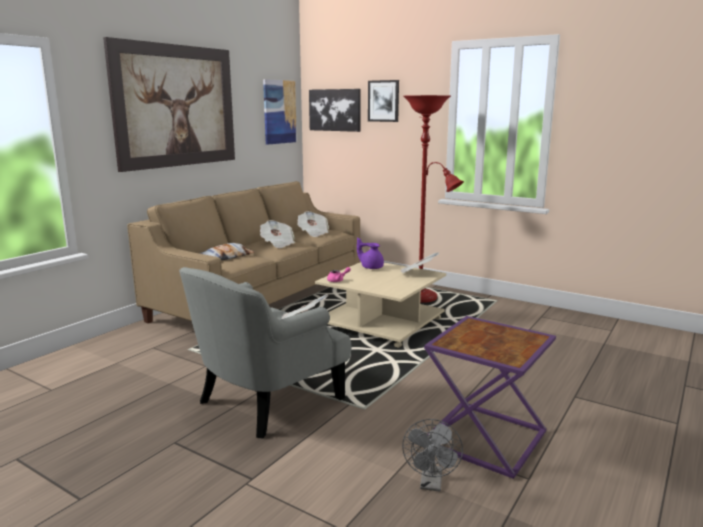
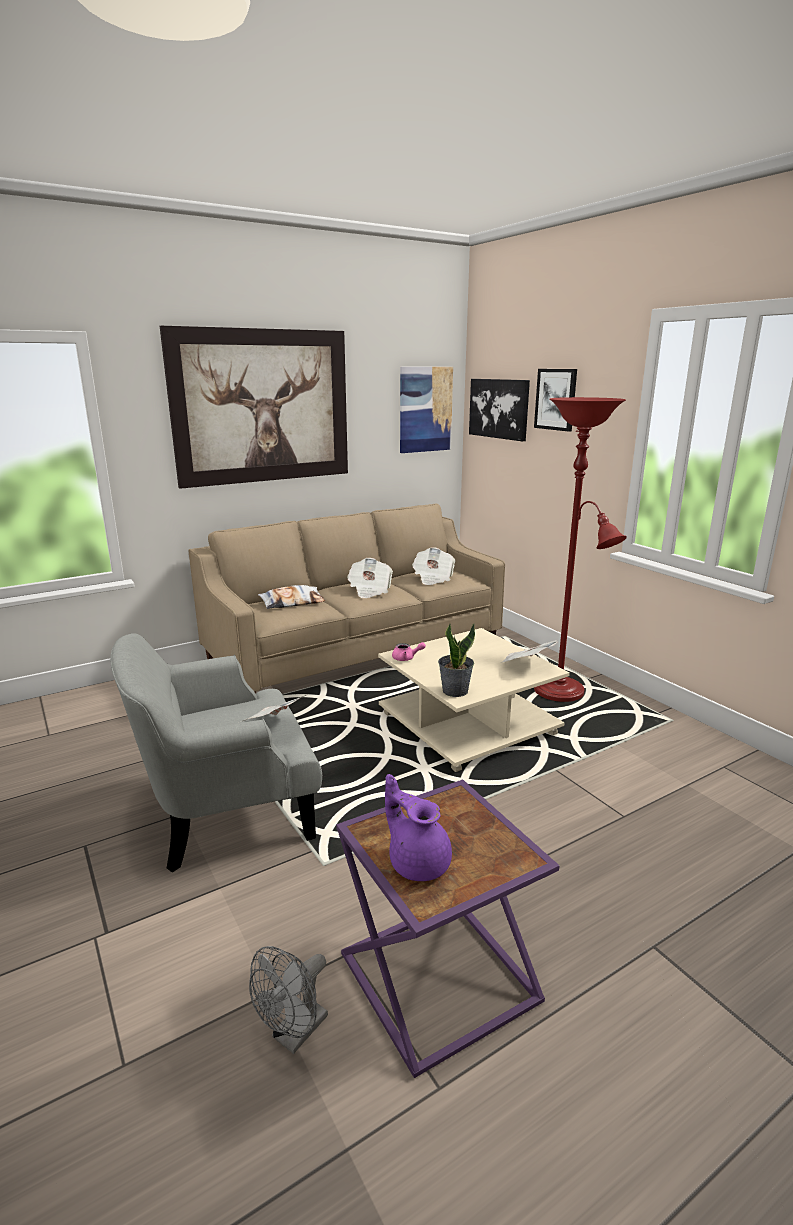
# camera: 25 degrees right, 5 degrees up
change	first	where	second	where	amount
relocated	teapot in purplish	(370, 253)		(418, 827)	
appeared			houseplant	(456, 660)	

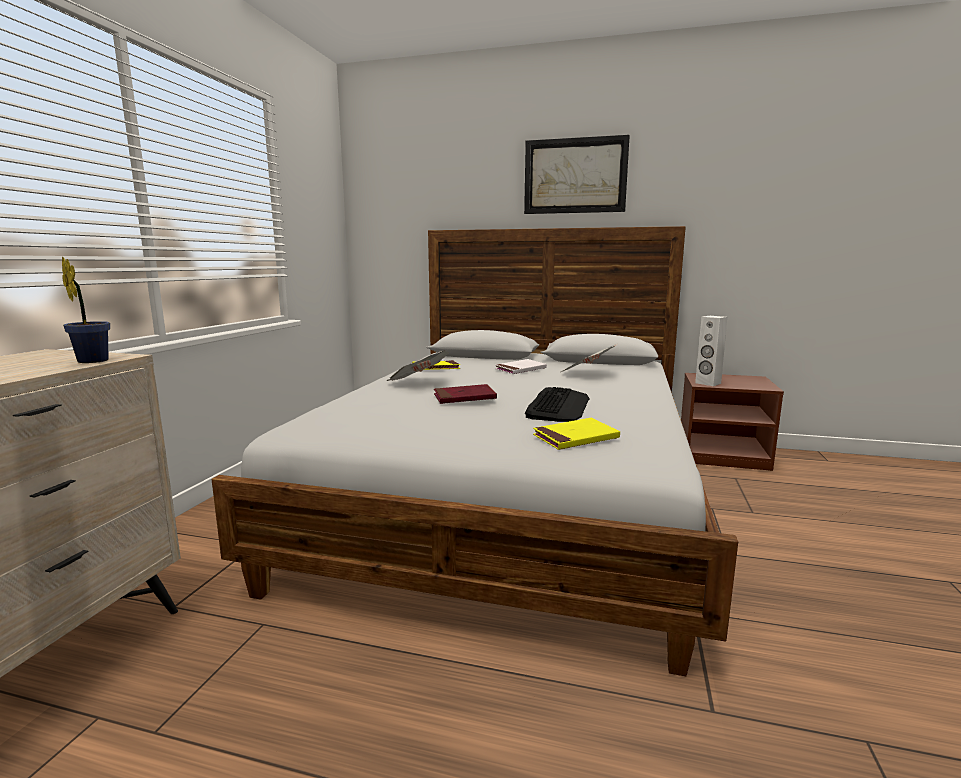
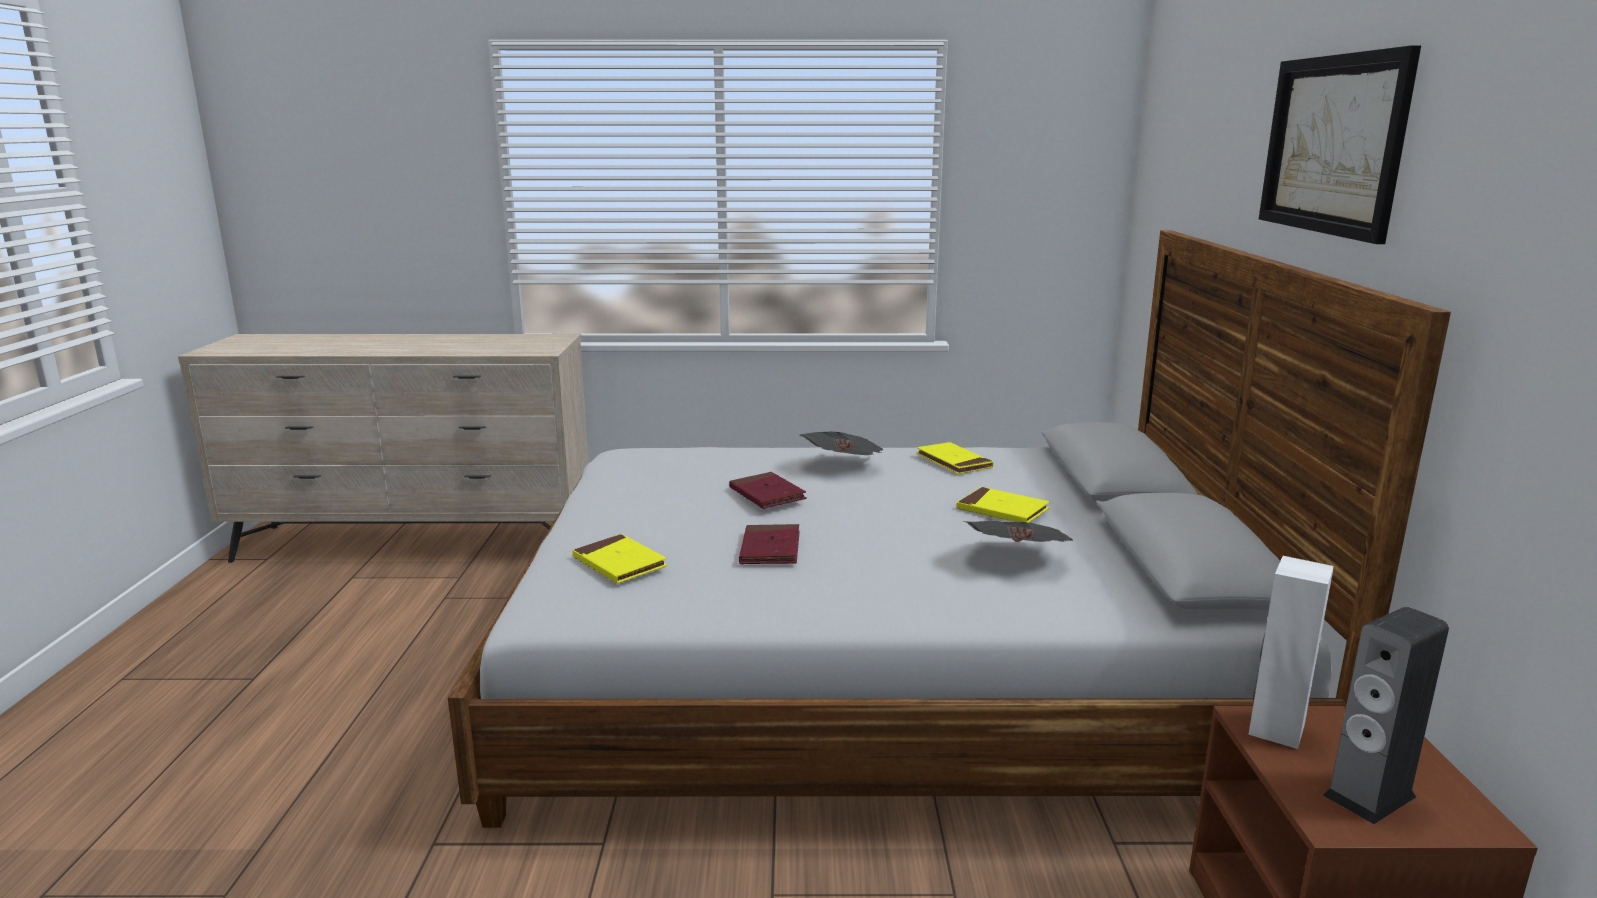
# camera: 75 degrees right, 5 degrees up
change	first	where	second	where	amount
missing	houseplant	(86, 309)			
colour	book in whitish	(521, 366)	book in yellow-coloured	(1003, 505)	
exchanged	PC keyboard	(557, 404)	book in red	(769, 544)	
appeared			audio speaker	(1386, 715)	

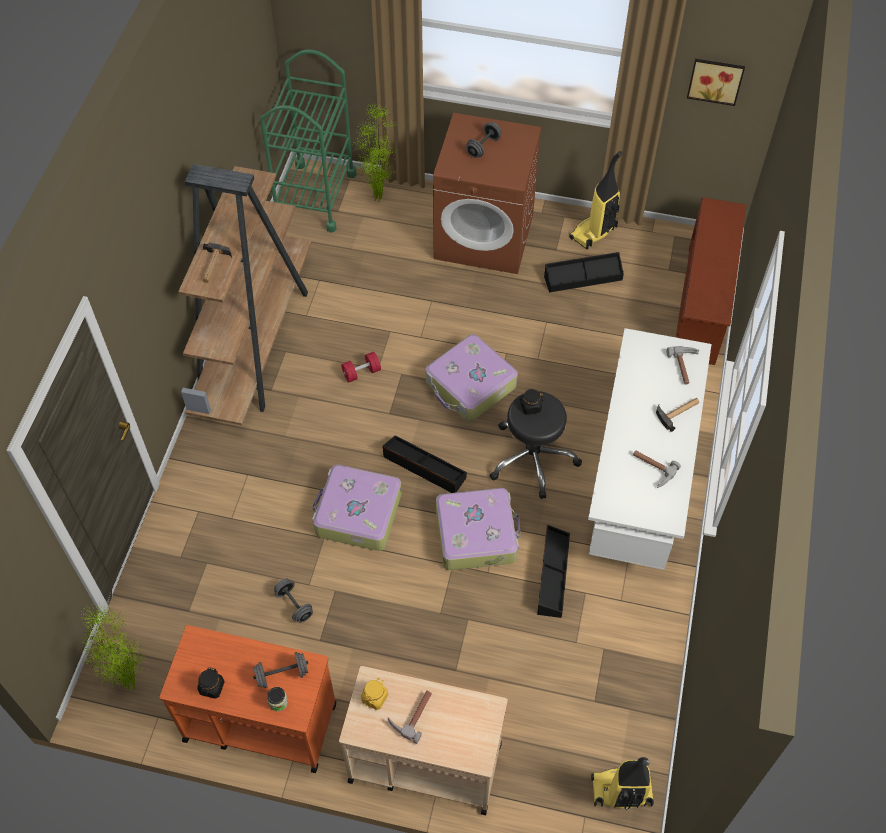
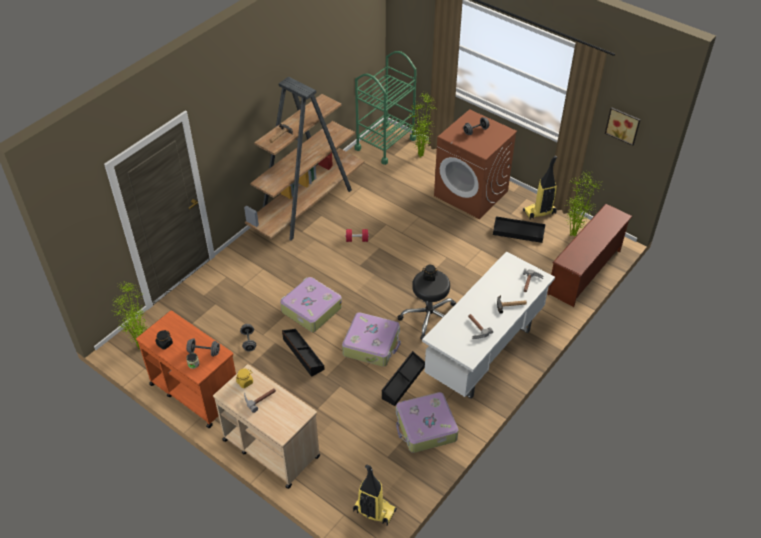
# camera: 25 degrees right, 10 degrees down
change	first	where	second	where	amount
relocated	piece of luggage	(472, 377)		(427, 422)	
relocated	storage container in black-coloured	(424, 464)		(303, 353)	
appeared			houseplant	(582, 203)	

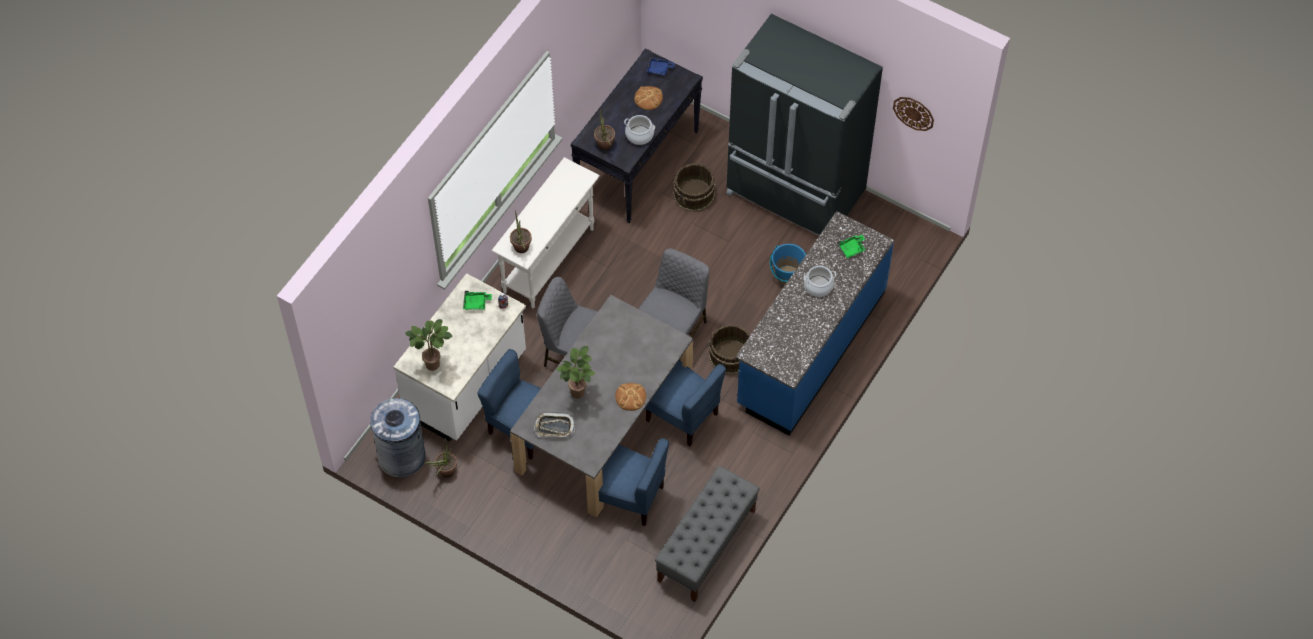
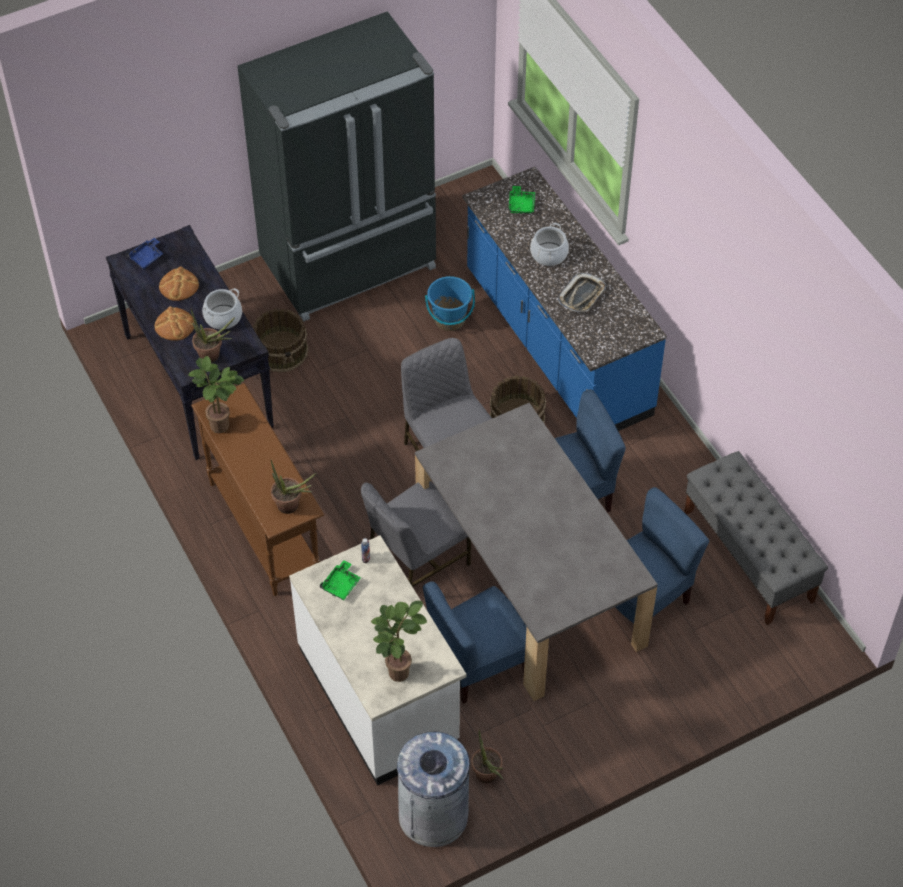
# camera: 60 degrees left, 5 degrees down
change	first	where	second	where	amount
missing	clock on the wall	(913, 114)			
colour	narrow table in whitish	(545, 232)	narrow table in brown	(257, 489)	
relocated	houseplant	(575, 372)		(216, 394)	
relocated	baked bread	(630, 397)		(175, 323)	
relocated	tray	(555, 425)		(582, 292)	

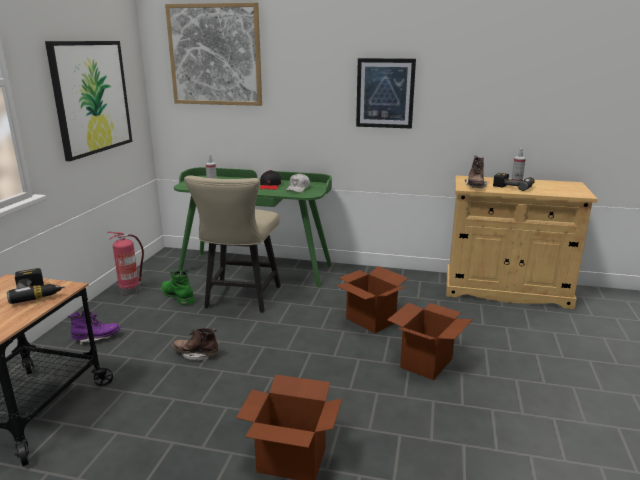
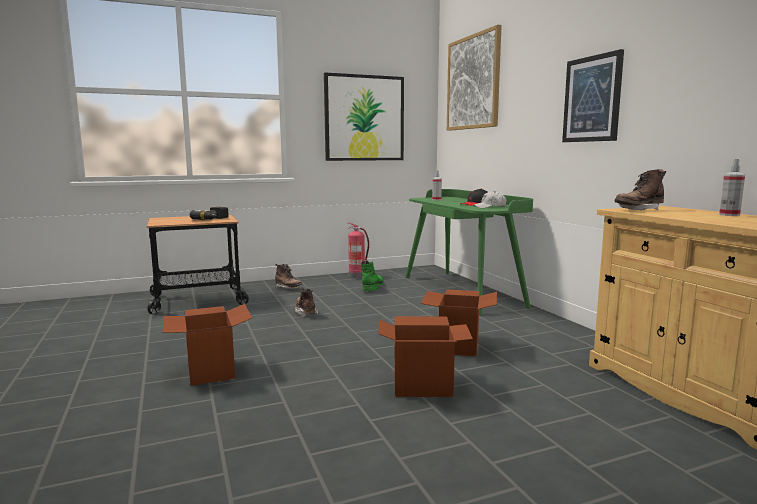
# camera: 55 degrees right, 10 degrees down
change	first	where	second	where	amount
missing	power drill	(514, 182)			
missing	upright chair in sand-coloured	(232, 244)			
colour	high-top boot in purplish	(94, 327)	high-top boot in brown	(289, 276)	

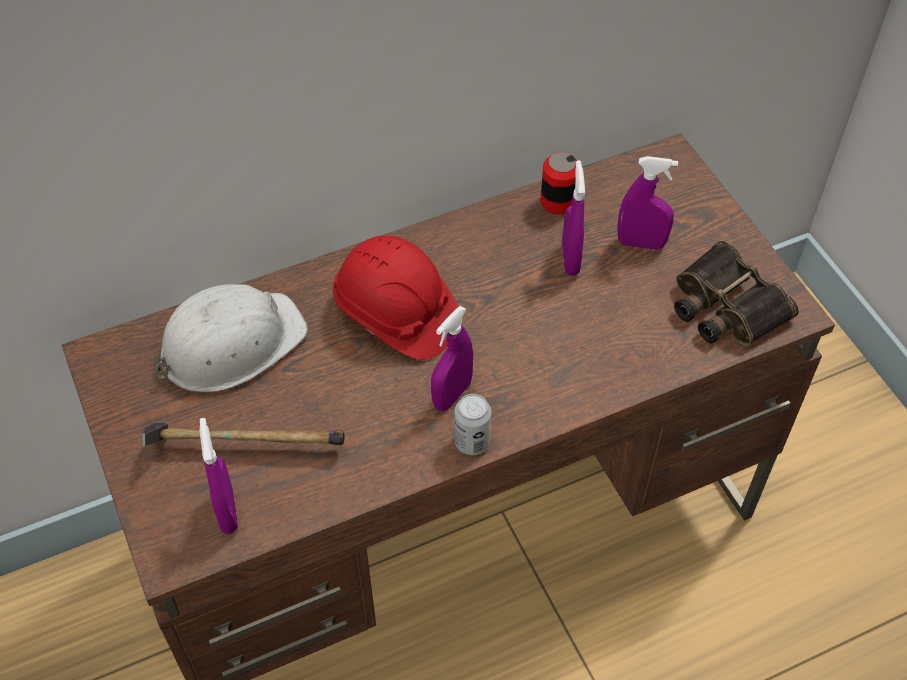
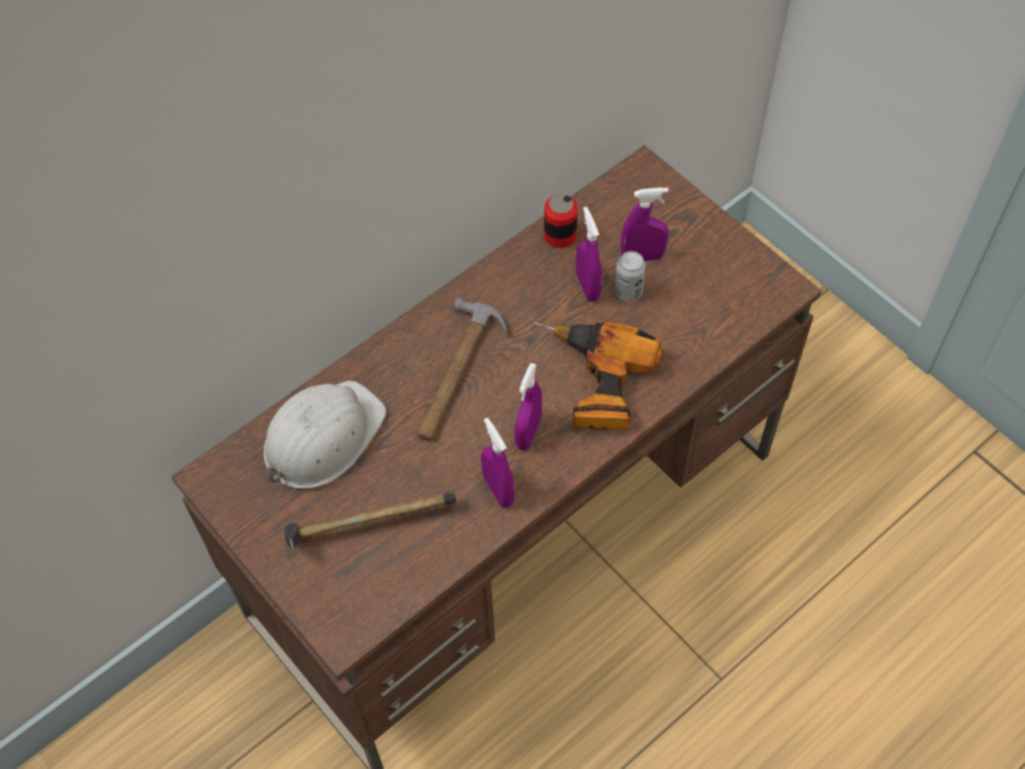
# camera: 15 degrees left, 5 degrees up
change	first	where	second	where	amount
exchanged	hard hat in red	(395, 297)	tool hammer	(461, 369)	
missing	field glasses	(736, 293)			
relocated	sealed can	(472, 424)		(630, 276)	
relocated	hand sprayer in purplish	(219, 476)		(498, 462)	
appeared			power drill	(598, 376)	

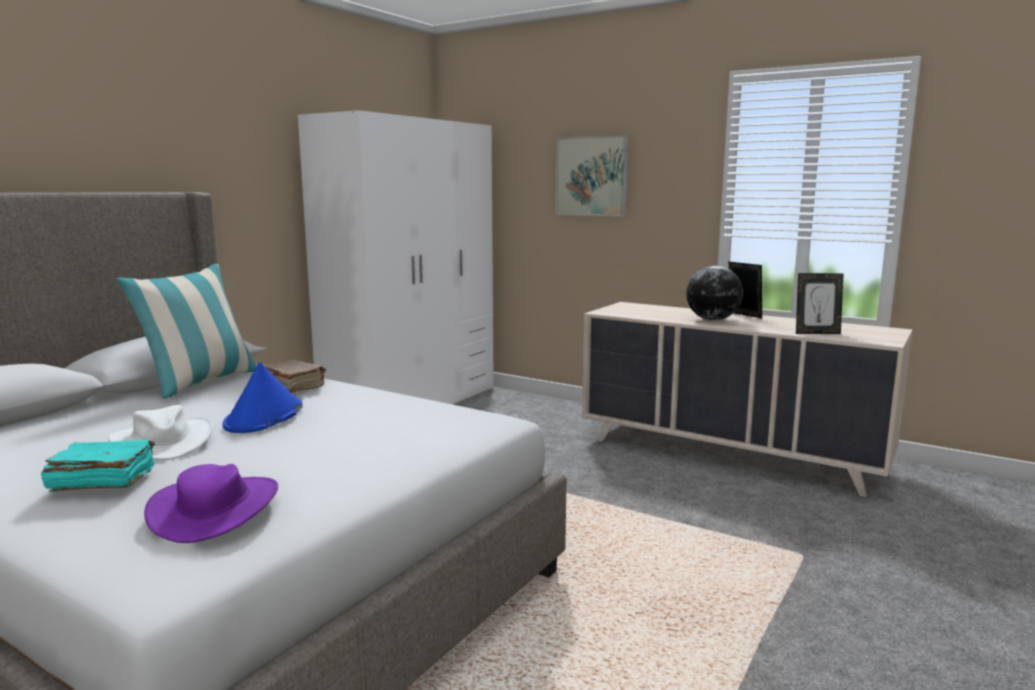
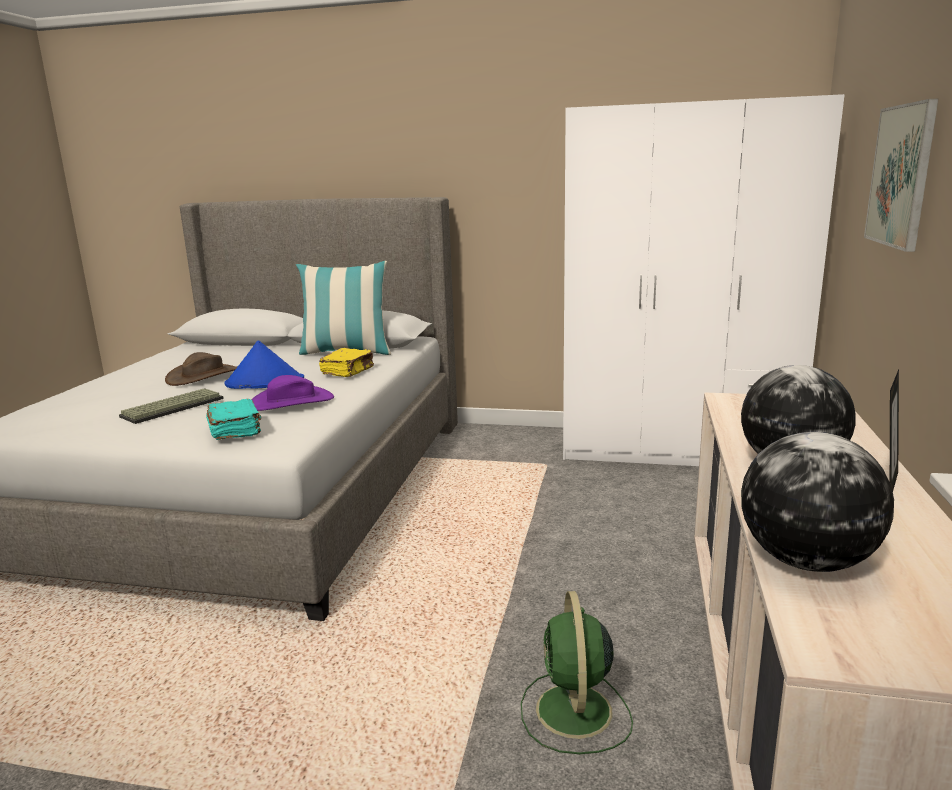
# camera: 70 degrees right, 5 degrees up
change	first	where	second	where	amount
exchanged	picture frame	(820, 303)	world globe	(817, 502)	
colour	book in brown	(295, 376)	book in yellow-coloured	(346, 362)	
colour	hat in whitish	(160, 432)	hat in brown	(201, 369)	
relocated	book in blue-green	(98, 466)		(233, 419)	
relocated	hat in purplish	(211, 503)		(292, 393)	
appeared			PC keyboard	(171, 406)	
appeared			cooling fan in green	(577, 672)	

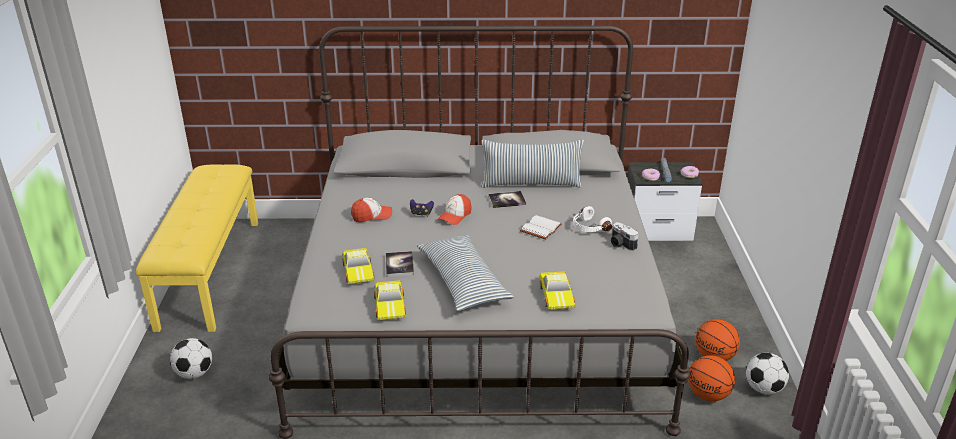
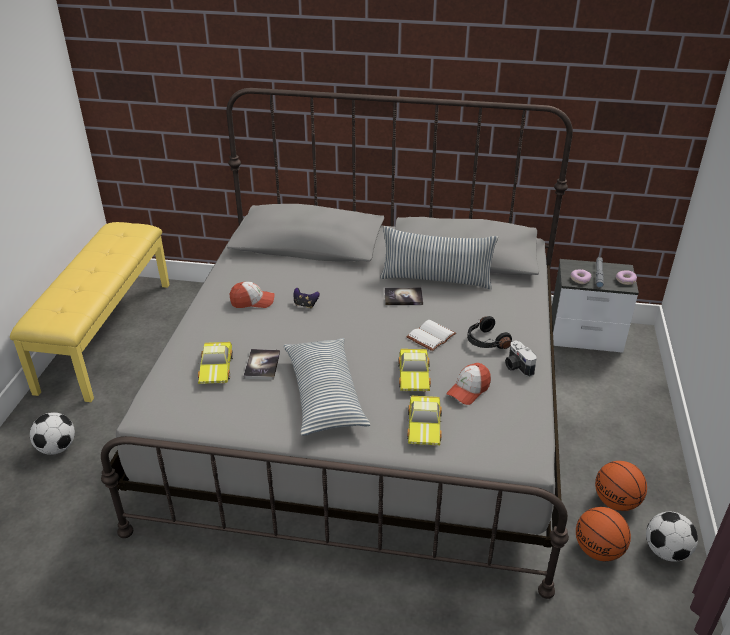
# camera: 10 degrees right, 5 degrees up
change	first	where	second	where	amount
relocated	baseball cap	(454, 209)		(468, 384)	
colour	headset in whitish	(592, 219)	headset in black-coloured	(489, 332)	
relocated	miniature car	(390, 300)		(414, 370)	

